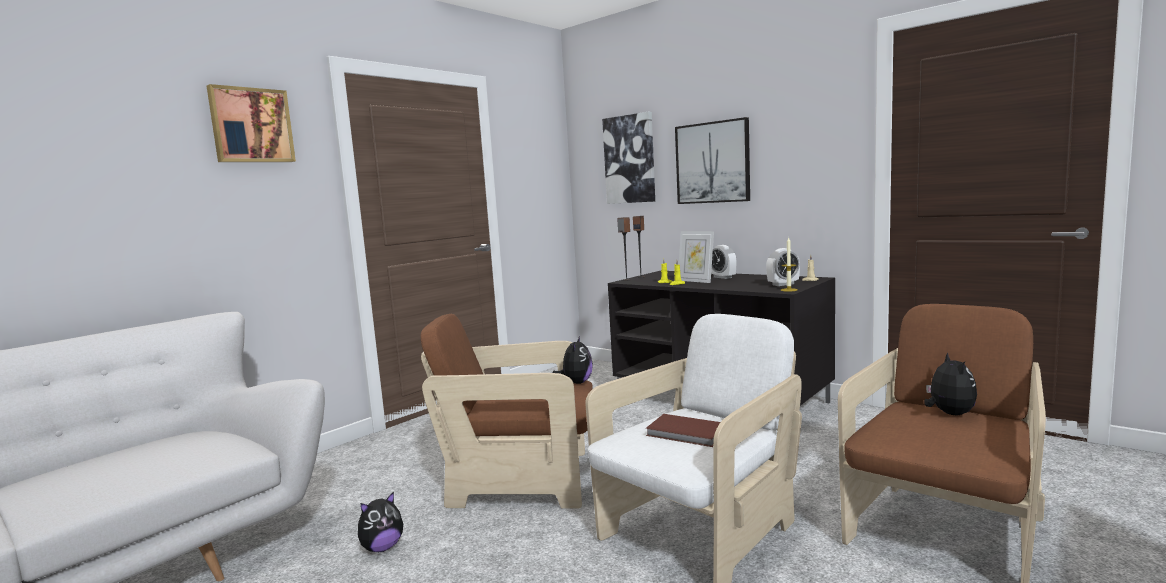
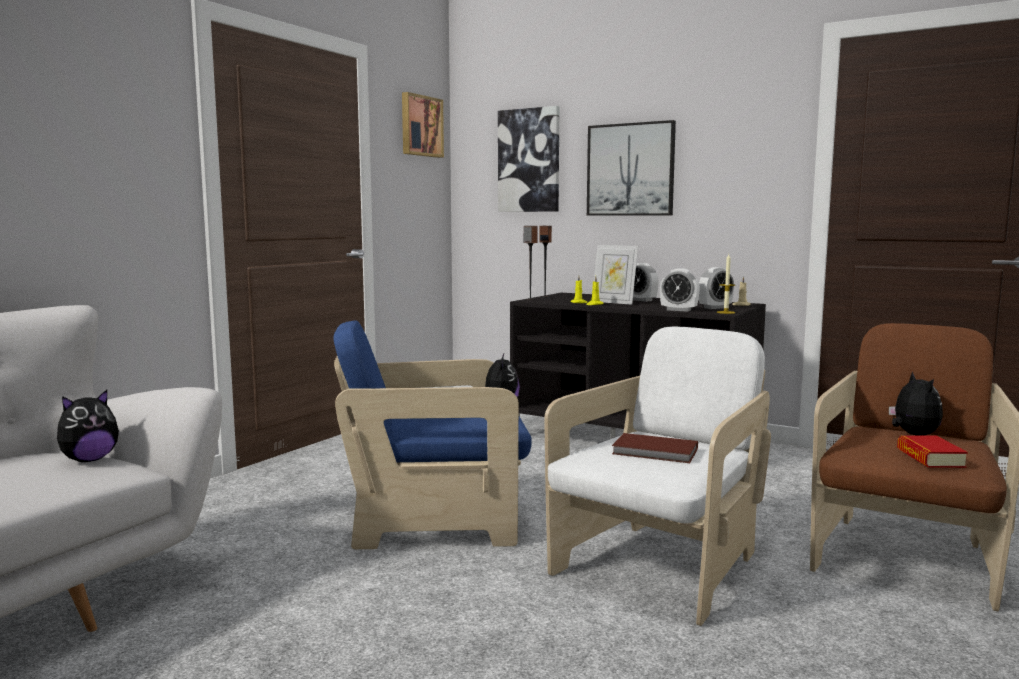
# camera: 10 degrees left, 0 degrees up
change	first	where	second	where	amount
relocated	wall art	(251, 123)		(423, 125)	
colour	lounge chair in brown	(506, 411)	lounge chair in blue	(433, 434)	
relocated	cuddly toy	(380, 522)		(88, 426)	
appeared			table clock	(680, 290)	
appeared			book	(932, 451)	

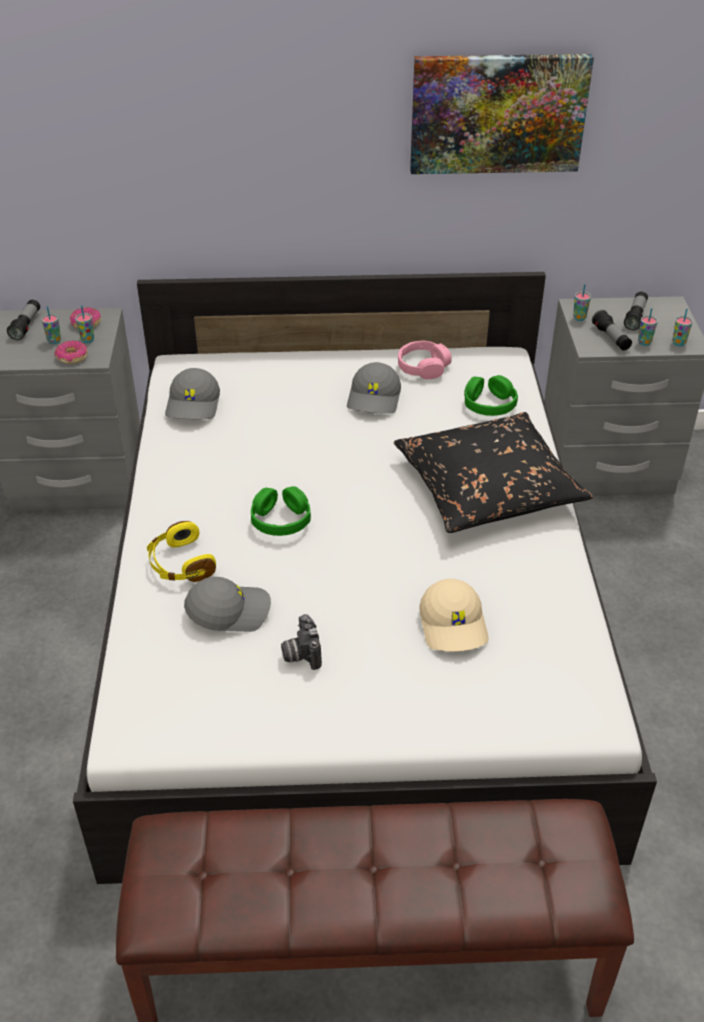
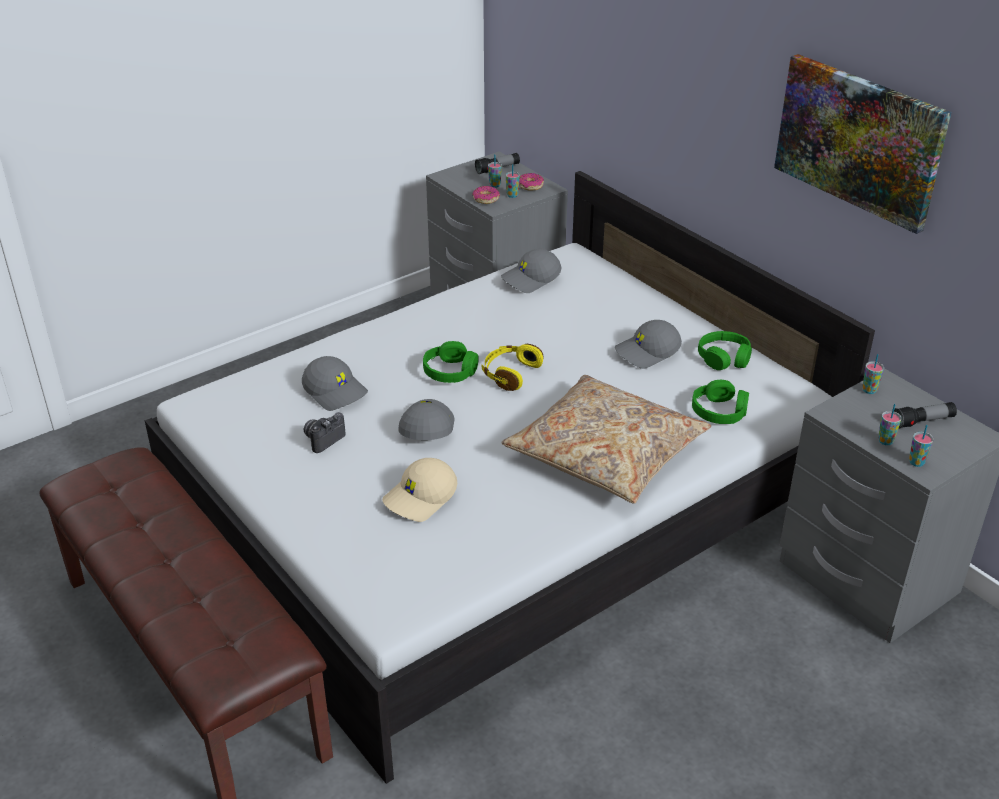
# camera: 55 degrees right, 5 degrees down
change	first	where	second	where	amount
missing	torch	(612, 330)			
colour	headset in pink	(425, 359)	headset in green	(725, 350)	
colour	pillow in black-coloured	(493, 472)	pillow in sand-coloured	(606, 439)	
relocated	headset in yellow-coloured	(181, 551)		(512, 367)	
appeared			baseball cap in greyish	(426, 419)	

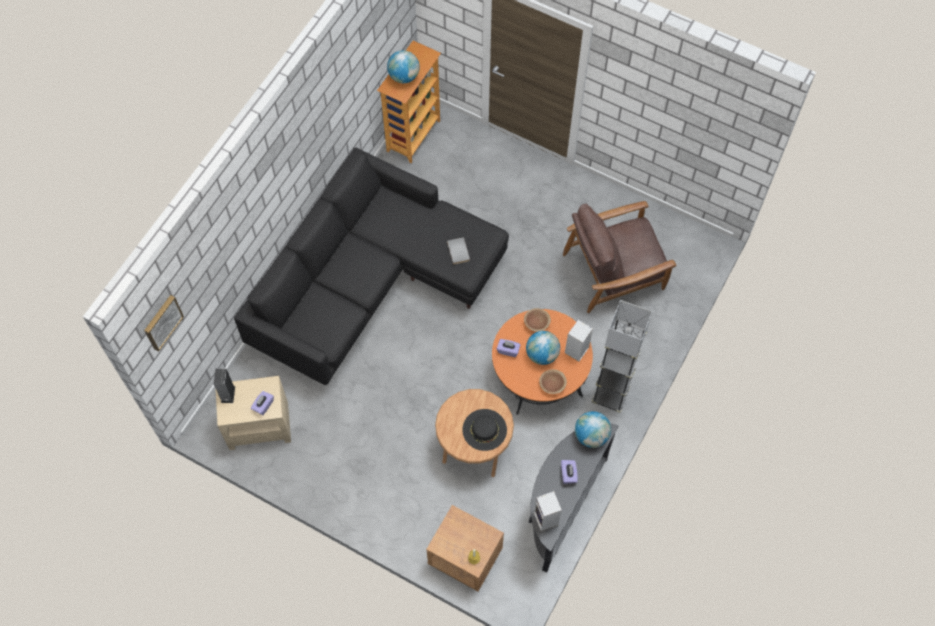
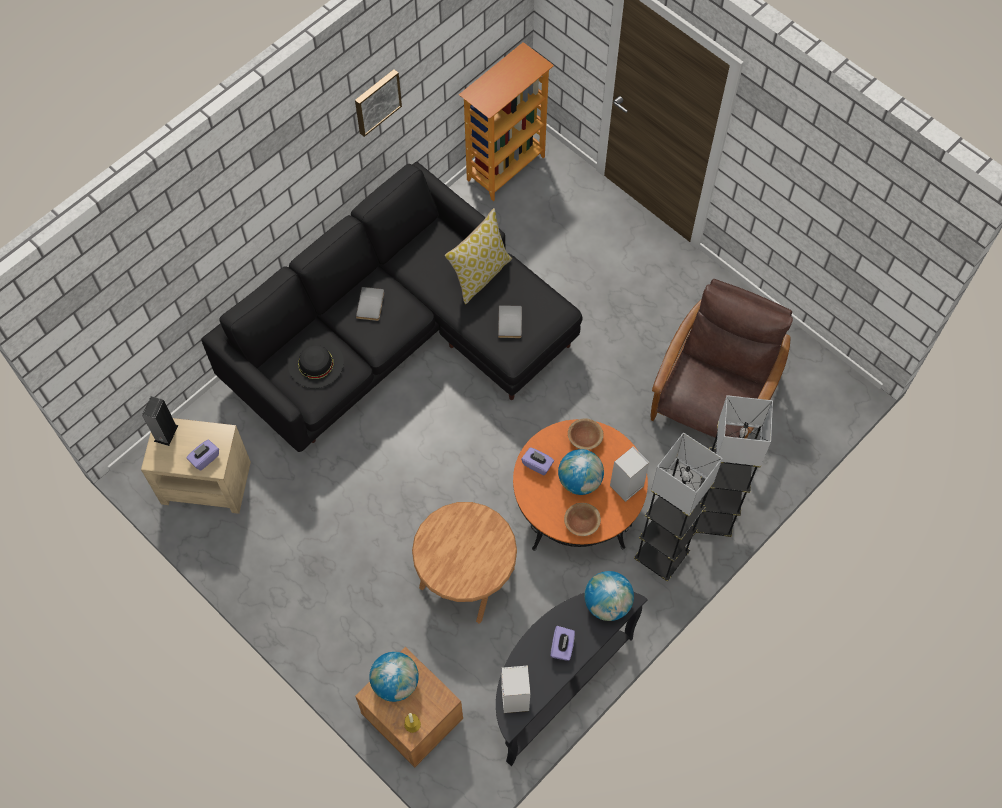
# camera: 15 degrees right, 0 degrees up
change	first	where	second	where	amount
relocated	world globe	(403, 66)		(394, 677)	
spun	lounge chair in brown	(619, 257)		(722, 359)	120 degrees clockwise
relocated	wall art	(164, 323)		(378, 103)	
relocated	hat in black-coloured	(484, 430)		(316, 363)	
appeared			pillow	(478, 256)	
appeared			book in greyish	(370, 304)	
appeared			standing lamp in greyish	(732, 466)	

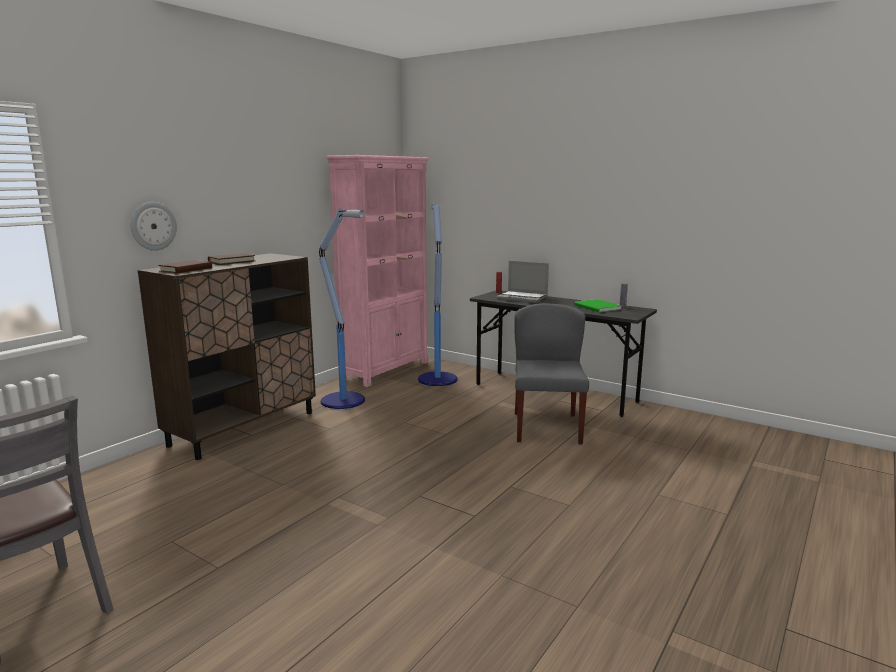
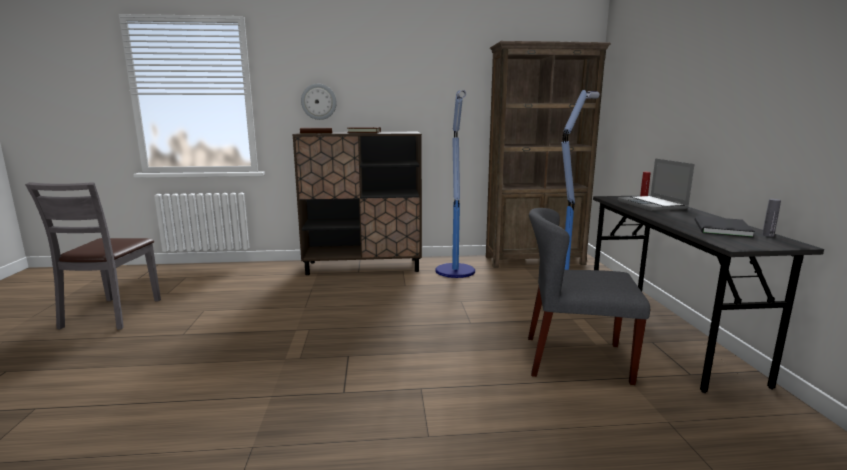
# camera: 50 degrees right, 0 degrees up
change	first	where	second	where	amount
colour	bookshelf in pink	(377, 271)	bookshelf in brown	(548, 154)	
colour	book in green	(598, 305)	book in black-coloured	(725, 226)	
spun	upright chair in greyish	(551, 373)		(589, 296)	135 degrees counterclockwise

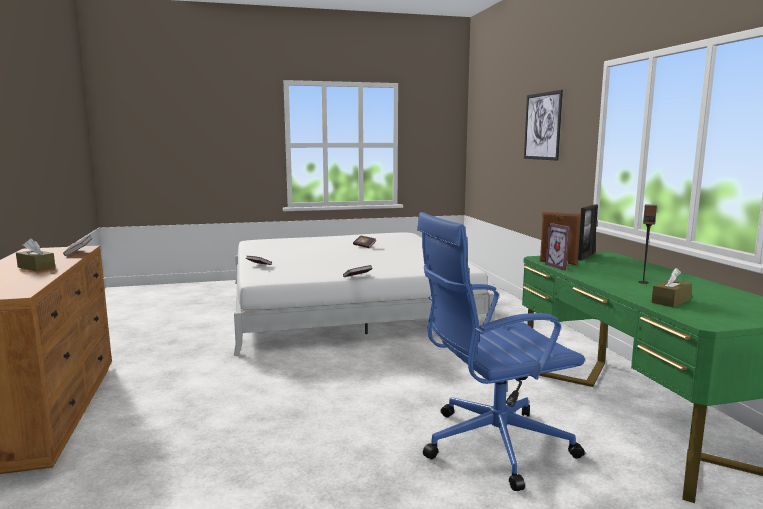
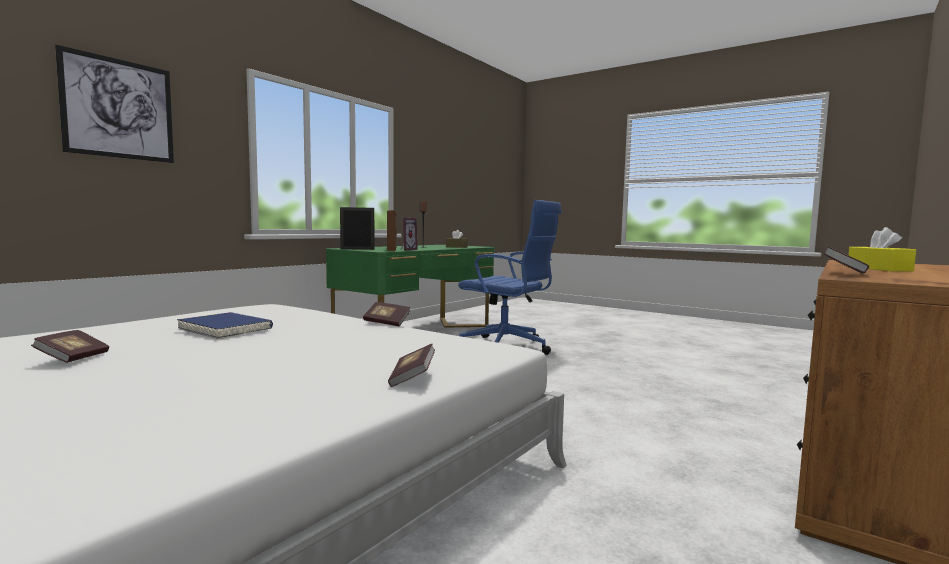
# camera: 130 degrees left, 5 degrees down
change	first	where	second	where	amount
colour	tissue box in brown	(35, 255)	tissue box in yellow-coloured	(882, 249)	
appeared			book in blue	(225, 325)	

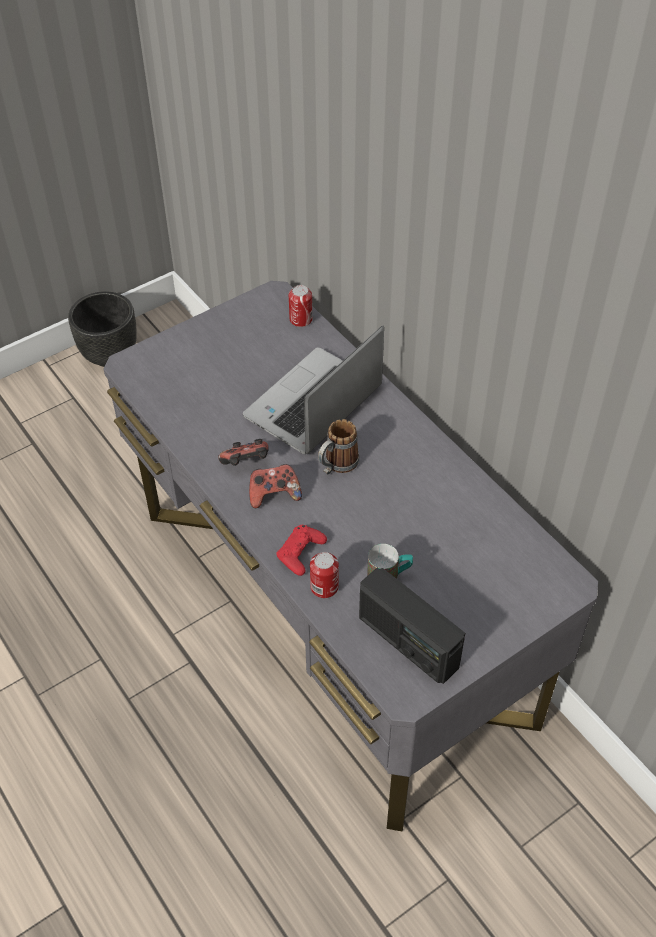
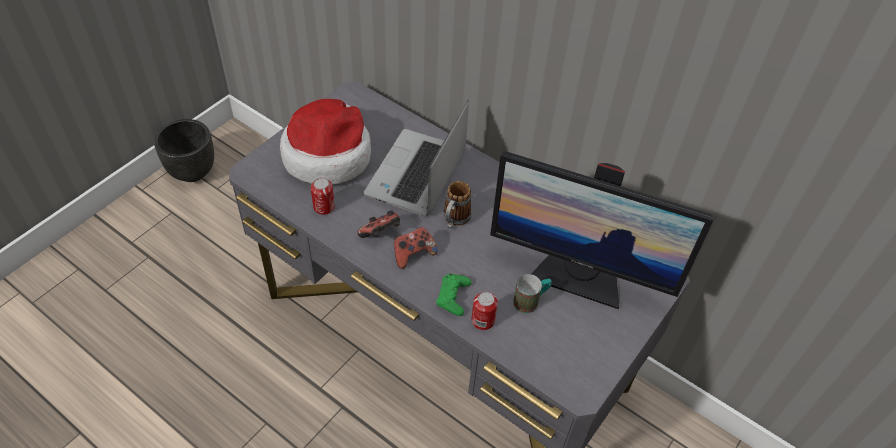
# camera: 20 degrees left, 0 degrees up
change	first	where	second	where	amount
relocated	sealed can	(301, 306)		(323, 196)	
colour	gamepad in red	(302, 550)	gamepad in green	(454, 294)	
missing	radio set	(412, 626)			
appeared			hat	(325, 142)	
appeared			monitor	(602, 230)	

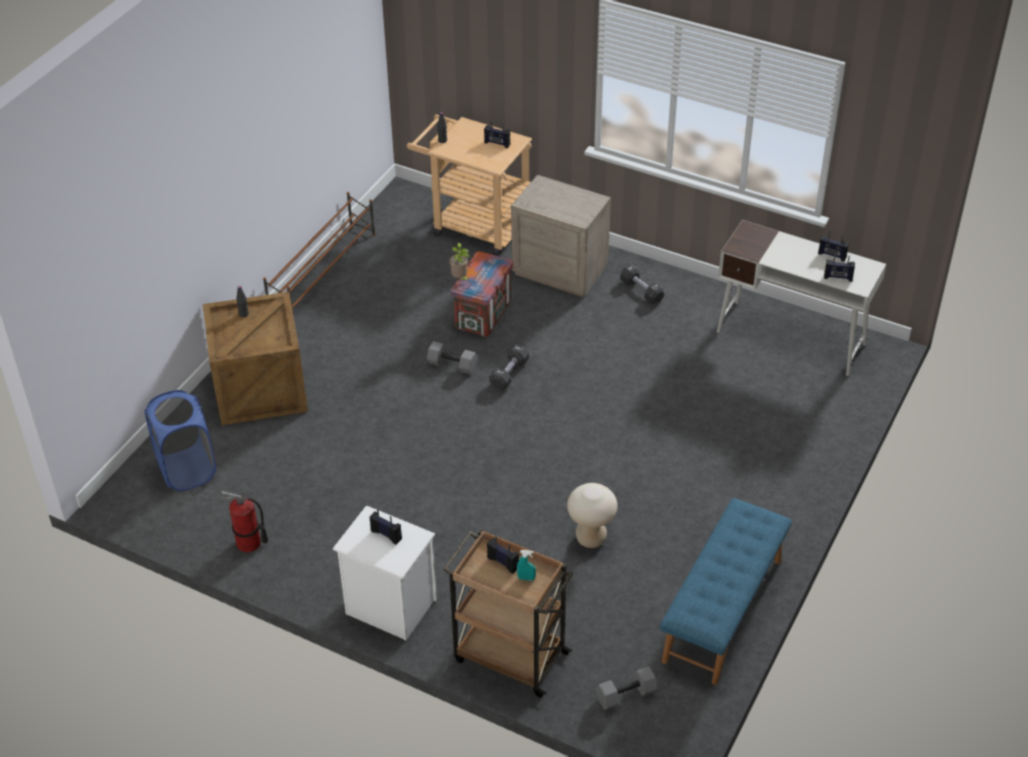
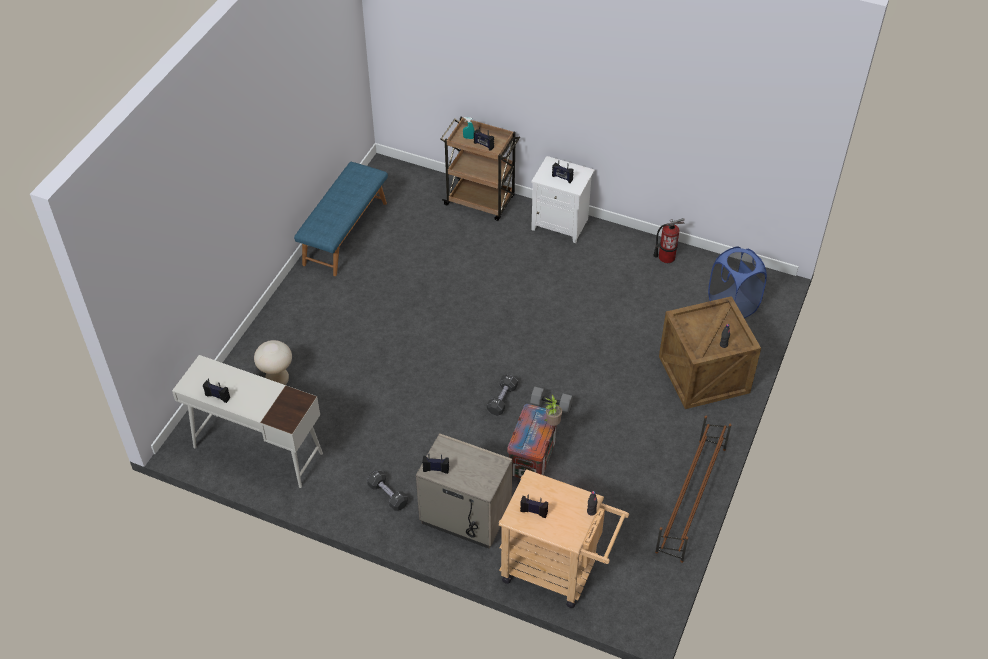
# camera: 175 degrees right, 5 degrees up
change	first	where	second	where	amount
relocated	radio set	(839, 268)		(435, 464)	
relocated	stool seat in sand-coloured	(592, 515)		(273, 362)	
missing	hand weight in greyish	(627, 688)			

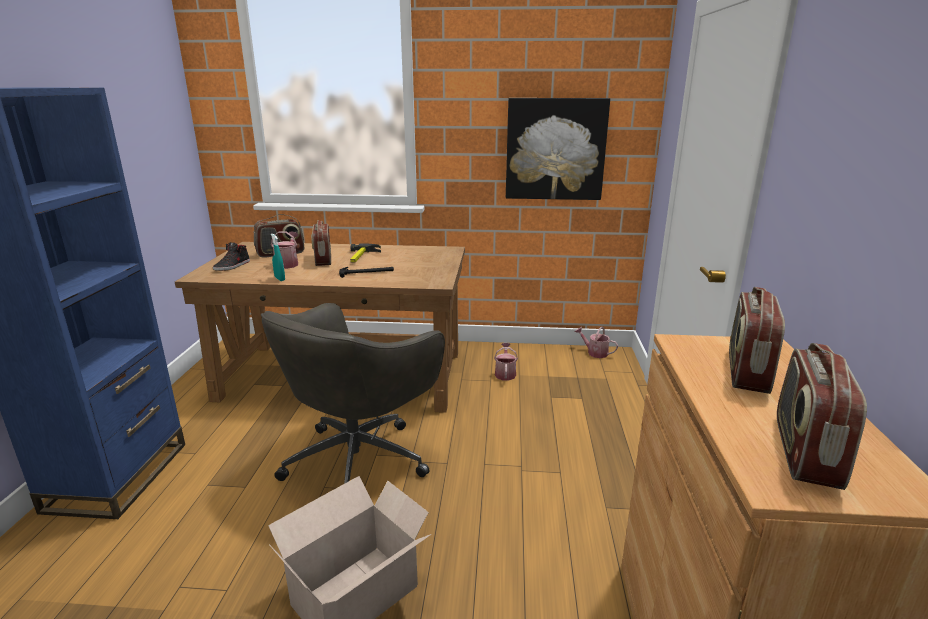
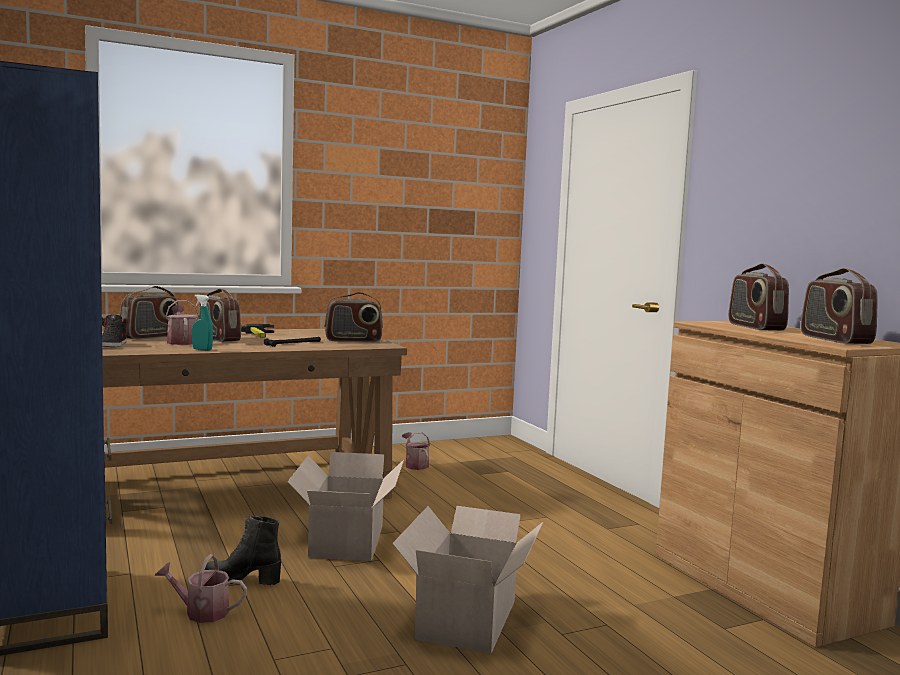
# camera: 30 degrees left, 15 degrees down
change	first	where	second	where	amount
missing	wall art	(558, 149)			
exchanged	office chair in greyish	(353, 393)	packing box	(346, 506)	
relocated	watering pot	(596, 342)		(201, 588)	
appeared			radio set	(353, 317)	
appeared			high-top boot in black-coloured	(243, 550)	

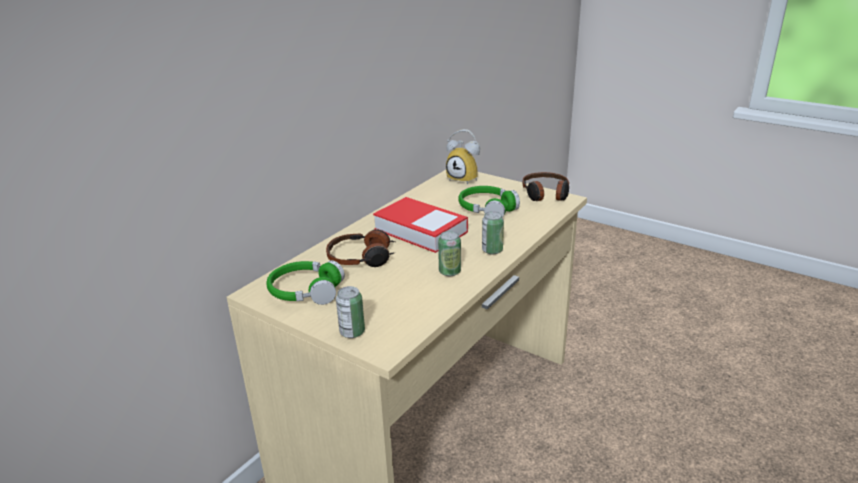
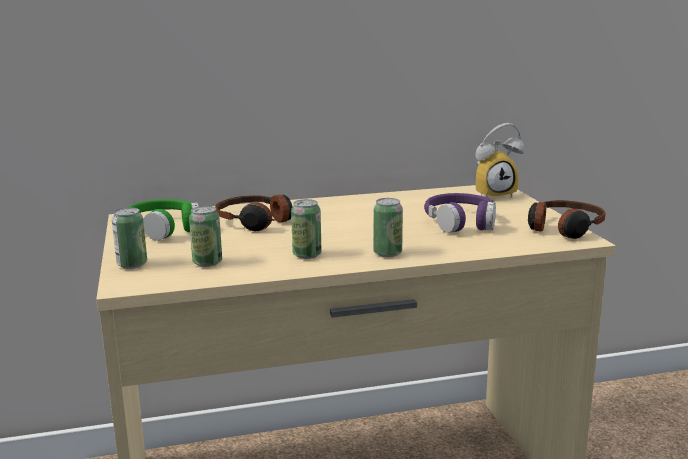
# camera: 40 degrees right, 10 degrees down
change	first	where	second	where	amount
spun	table clock	(463, 157)		(499, 160)	90 degrees counterclockwise
colour	headset in green	(489, 201)	headset in purplish	(460, 213)	
missing	book	(420, 225)			
appeared			sealed can	(205, 236)	

